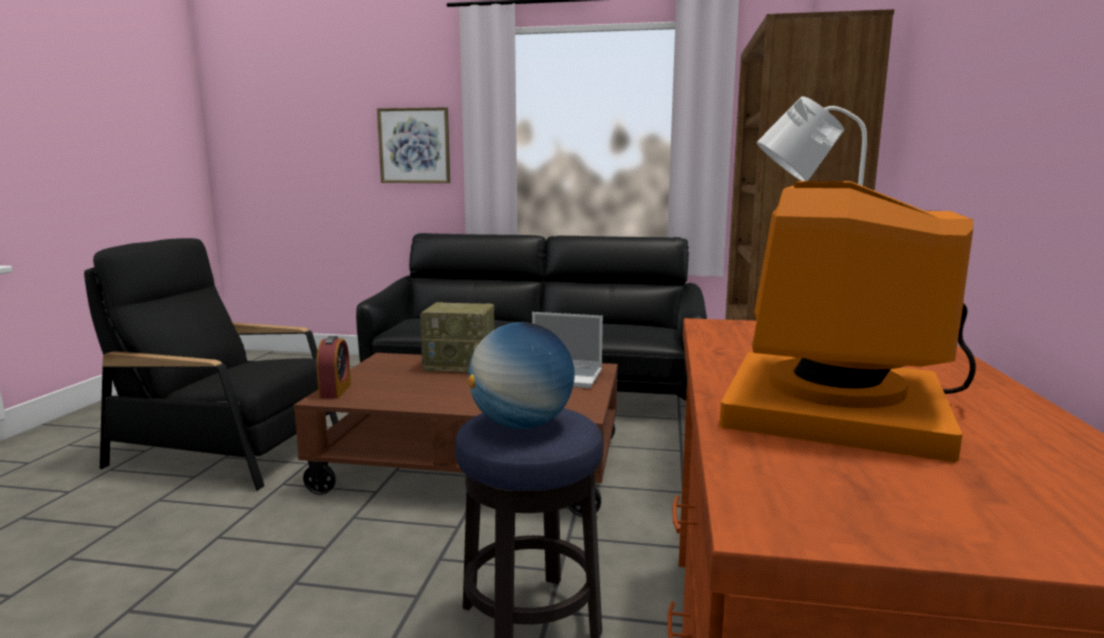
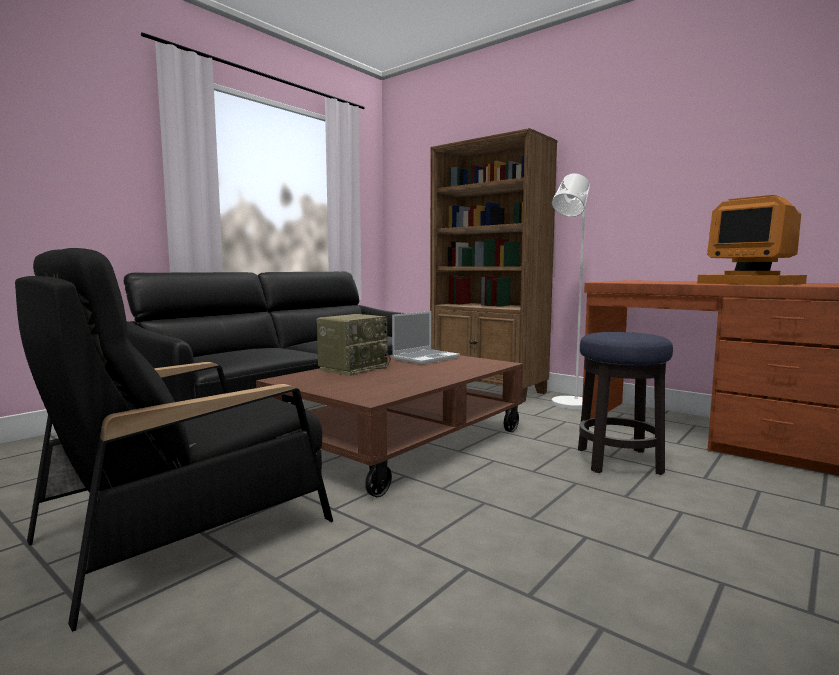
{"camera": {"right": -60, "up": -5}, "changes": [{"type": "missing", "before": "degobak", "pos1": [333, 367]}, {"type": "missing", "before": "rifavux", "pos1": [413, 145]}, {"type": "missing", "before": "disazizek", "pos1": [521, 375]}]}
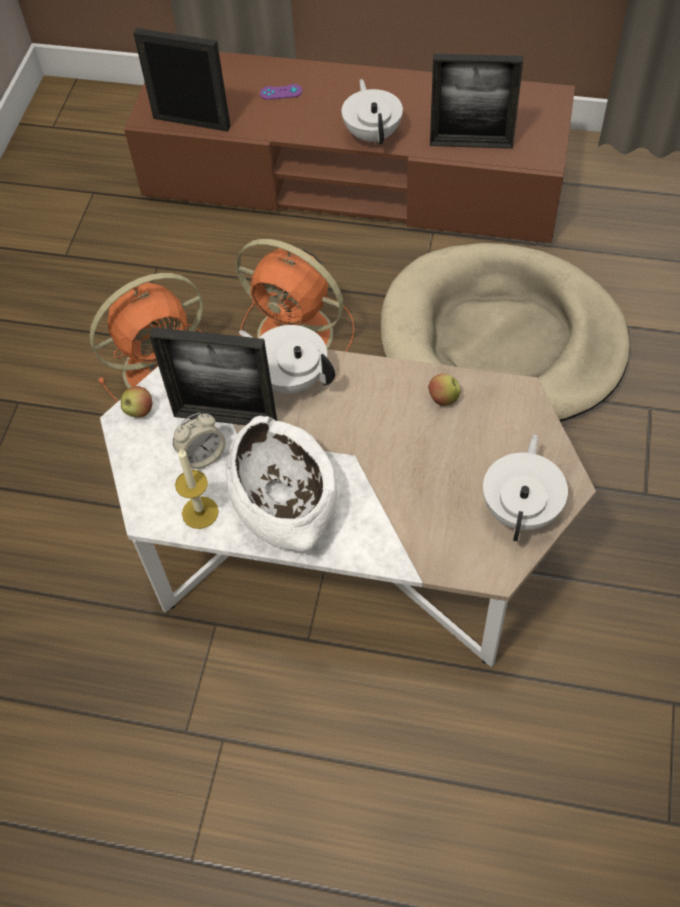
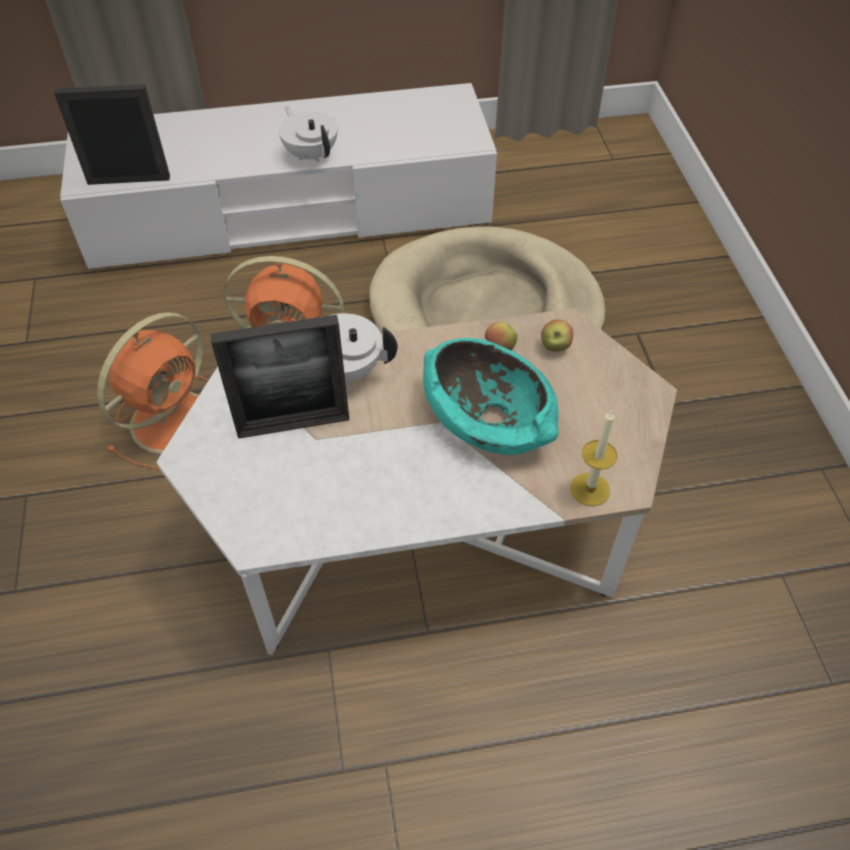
{"camera": {"right": -25, "up": -5}, "changes": [{"type": "missing", "before": "degobak", "pos1": [199, 441]}, {"type": "missing", "before": "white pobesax", "pos1": [281, 483]}, {"type": "missing", "before": "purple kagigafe", "pos1": [281, 92]}, {"type": "missing", "before": "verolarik", "pos1": [476, 101]}, {"type": "missing", "before": "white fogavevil", "pos1": [525, 487]}, {"type": "appeared", "after": "turquoise pobesax", "pos2": [491, 396]}, {"type": "relocated", "before": "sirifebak", "pos1": [136, 402], "pos2": [557, 335]}, {"type": "relocated", "before": "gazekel", "pos1": [197, 488], "pos2": [593, 458]}, {"type": "colour", "before": "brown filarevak", "after": "white filarevak", "pos1": [349, 147], "pos2": [278, 176]}]}
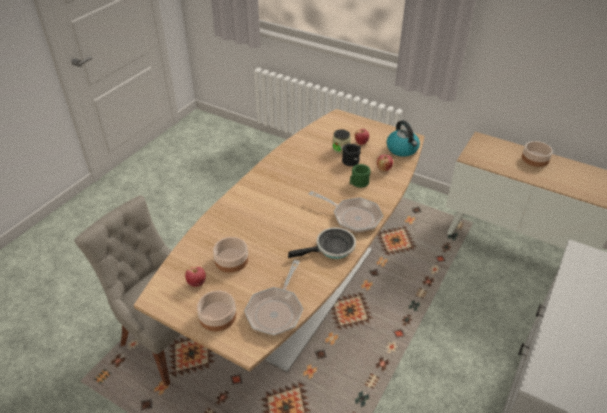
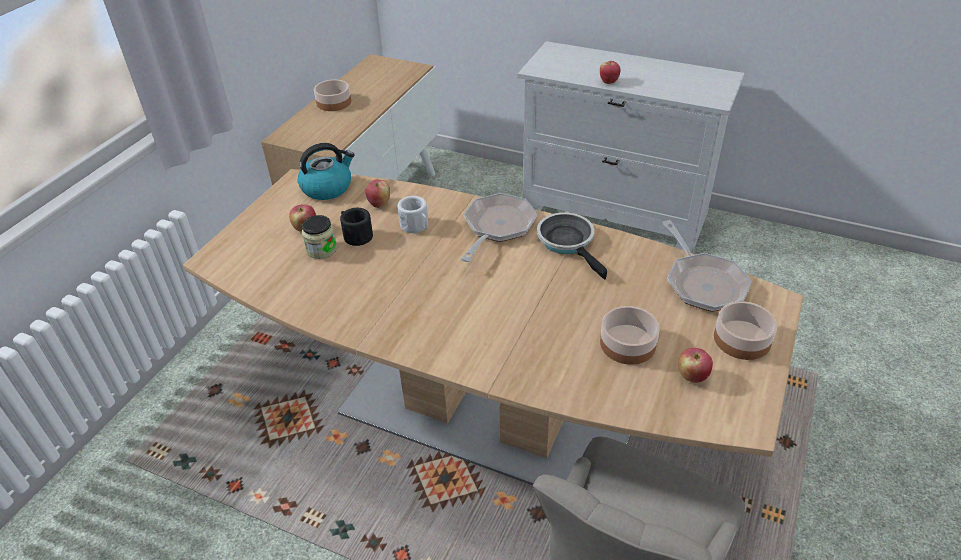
{"camera": {"right": -95, "up": 0}, "changes": [{"type": "appeared", "after": "sirifebak", "pos2": [610, 72]}, {"type": "colour", "before": "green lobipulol", "after": "white lobipulol", "pos1": [360, 176], "pos2": [412, 214]}, {"type": "spun", "before": "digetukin", "pos1": [273, 298], "pos2": [707, 266], "turn": 60}]}
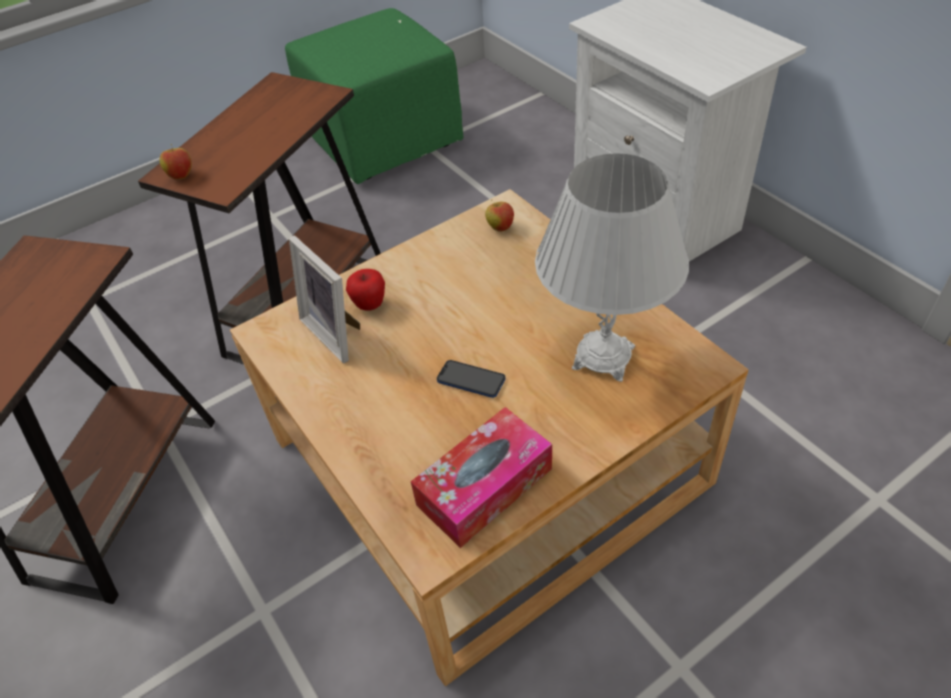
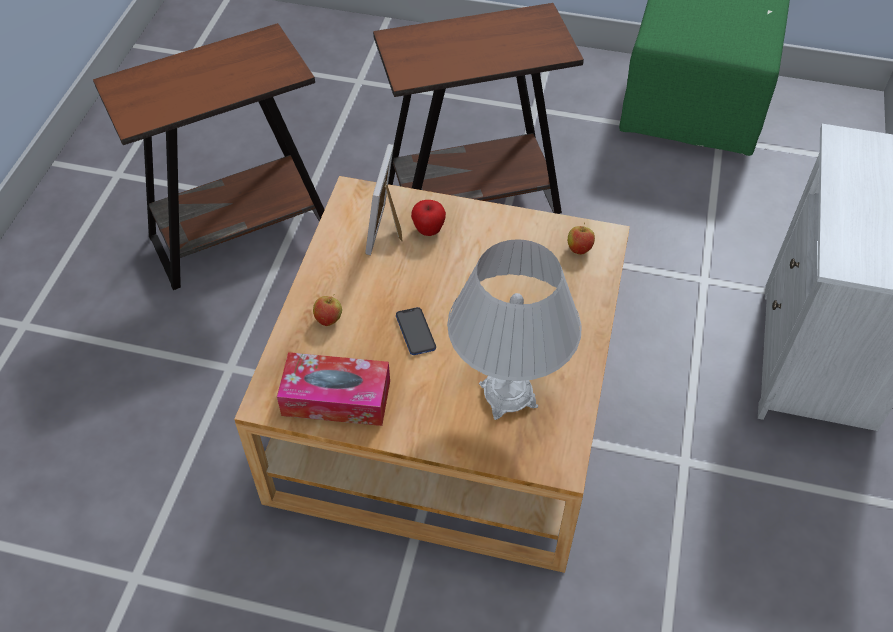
{"camera": {"right": 45, "up": 5}, "changes": [{"type": "relocated", "before": "sirifebak", "pos1": [176, 162], "pos2": [327, 310]}]}
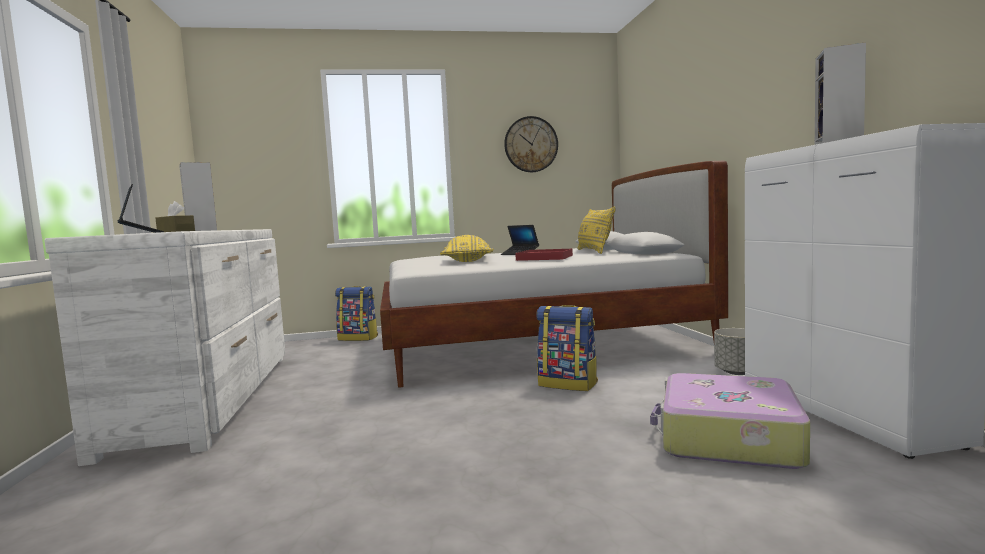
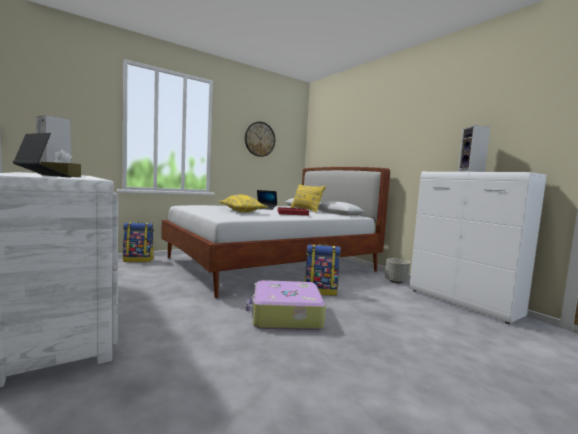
{"camera": {"right": -25, "up": 0}, "changes": [{"type": "relocated", "before": "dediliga", "pos1": [730, 421], "pos2": [286, 305]}]}
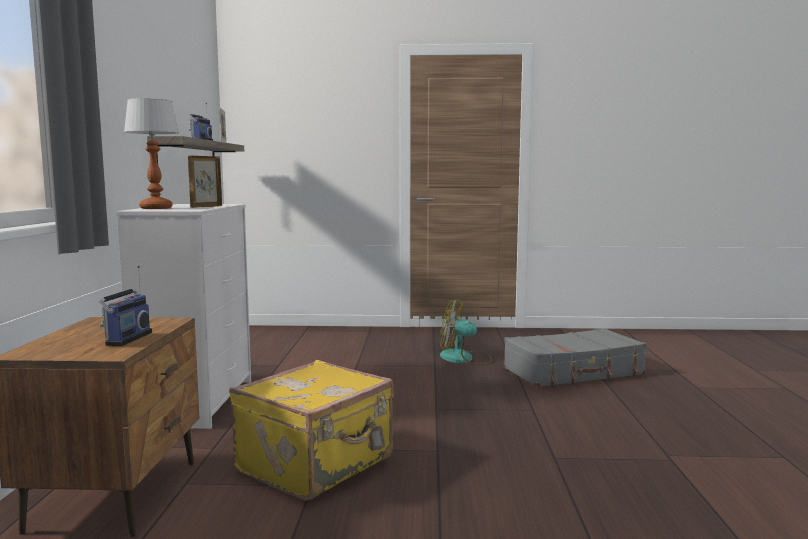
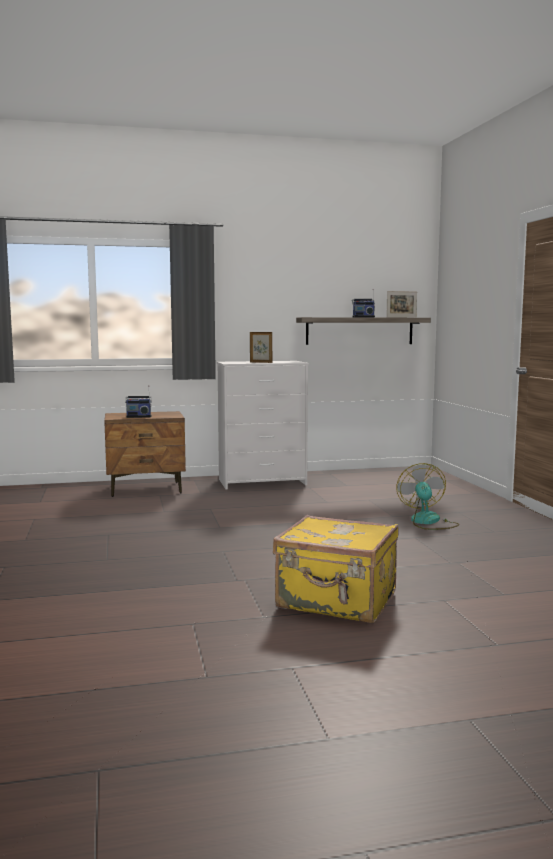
{"camera": {"right": 75, "up": 0}, "changes": [{"type": "missing", "before": "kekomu", "pos1": [151, 153]}, {"type": "missing", "before": "grey dediliga", "pos1": [575, 357]}, {"type": "relocated", "before": "yellow dediliga", "pos1": [311, 430], "pos2": [336, 569]}]}
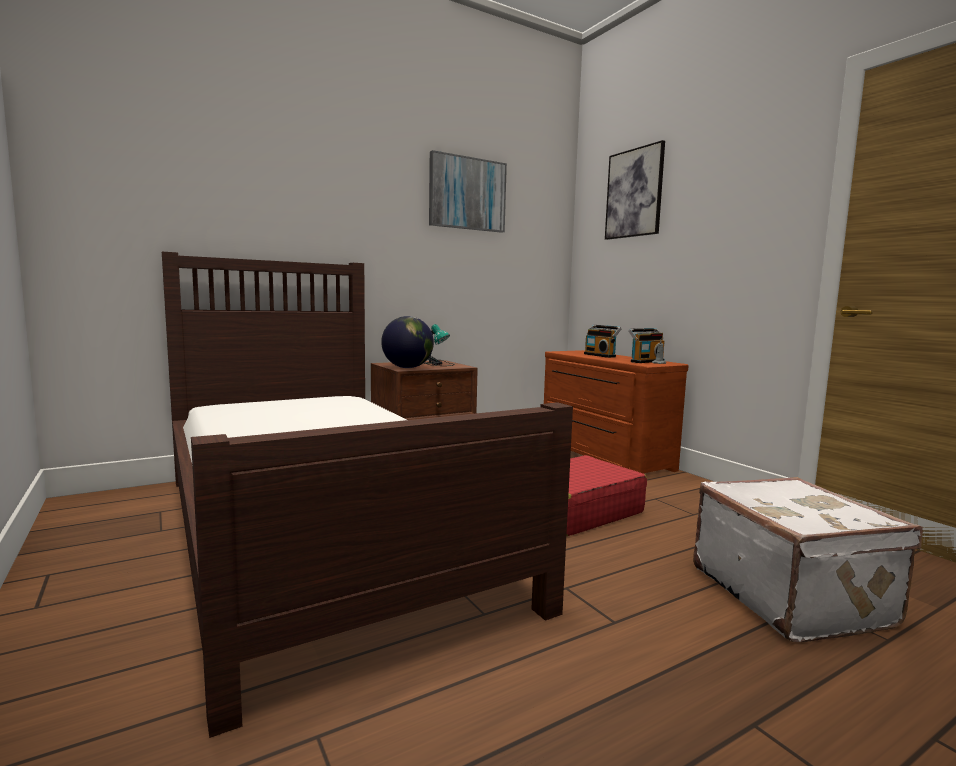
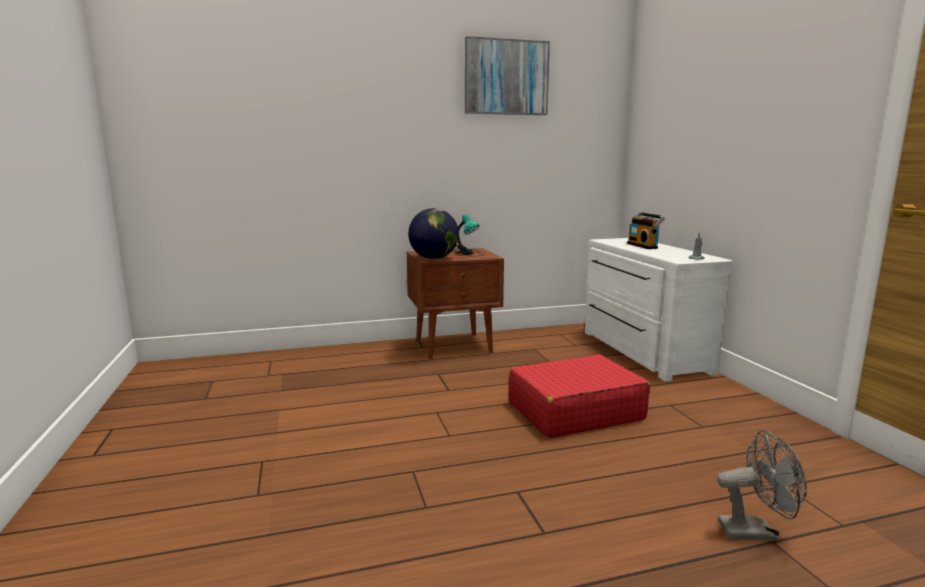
{"camera": {"right": 15, "up": 5}, "changes": [{"type": "missing", "before": "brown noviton", "pos1": [367, 495]}, {"type": "missing", "before": "rifavux", "pos1": [635, 190]}, {"type": "missing", "before": "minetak", "pos1": [646, 345]}, {"type": "exchanged", "before": "white dediliga", "after": "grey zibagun", "pos1": [808, 559], "pos2": [762, 485]}, {"type": "colour", "before": "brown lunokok", "after": "white lunokok", "pos1": [616, 412], "pos2": [658, 309]}]}
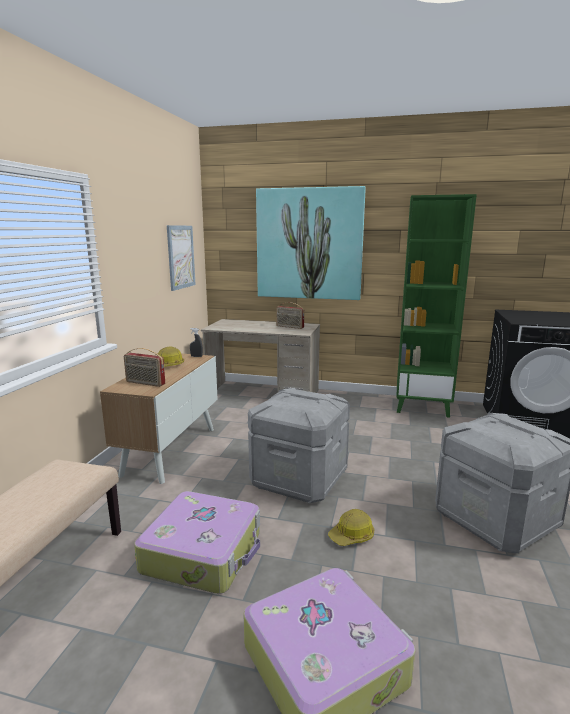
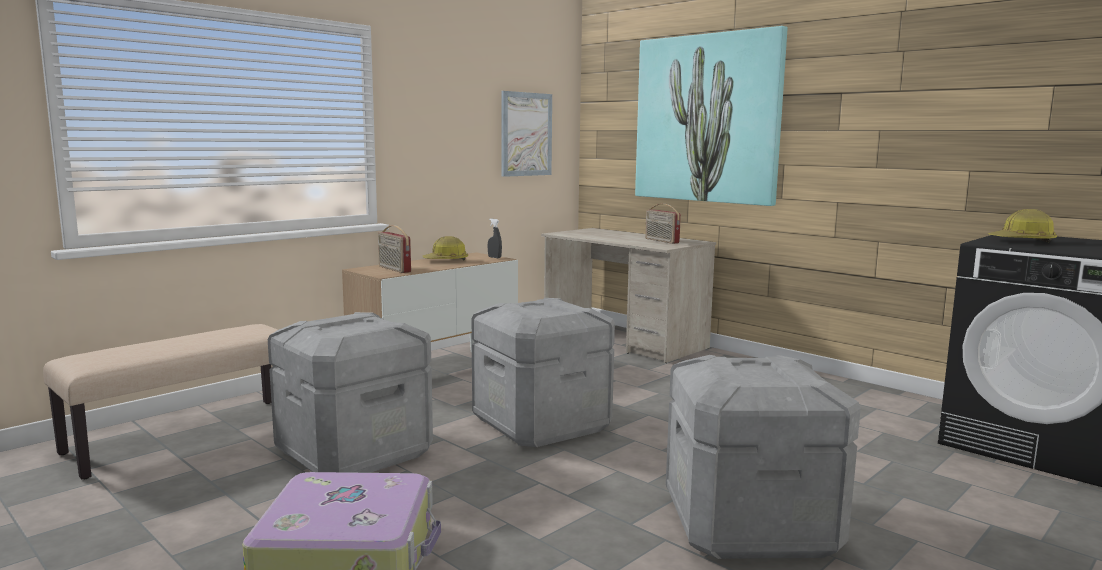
{"camera": {"right": 30, "up": -5}, "changes": [{"type": "missing", "before": "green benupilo", "pos1": [436, 306]}, {"type": "relocated", "before": "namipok", "pos1": [351, 527], "pos2": [1022, 225]}, {"type": "exchanged", "before": "dediliga", "after": "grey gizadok", "pos1": [197, 542], "pos2": [350, 392]}]}
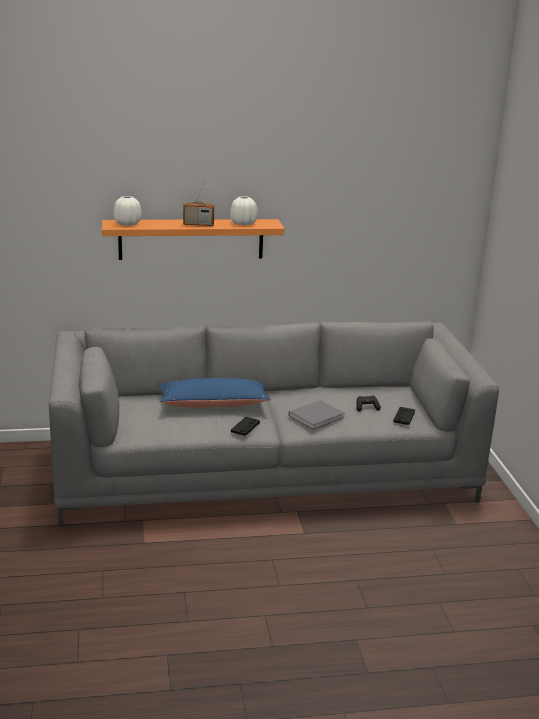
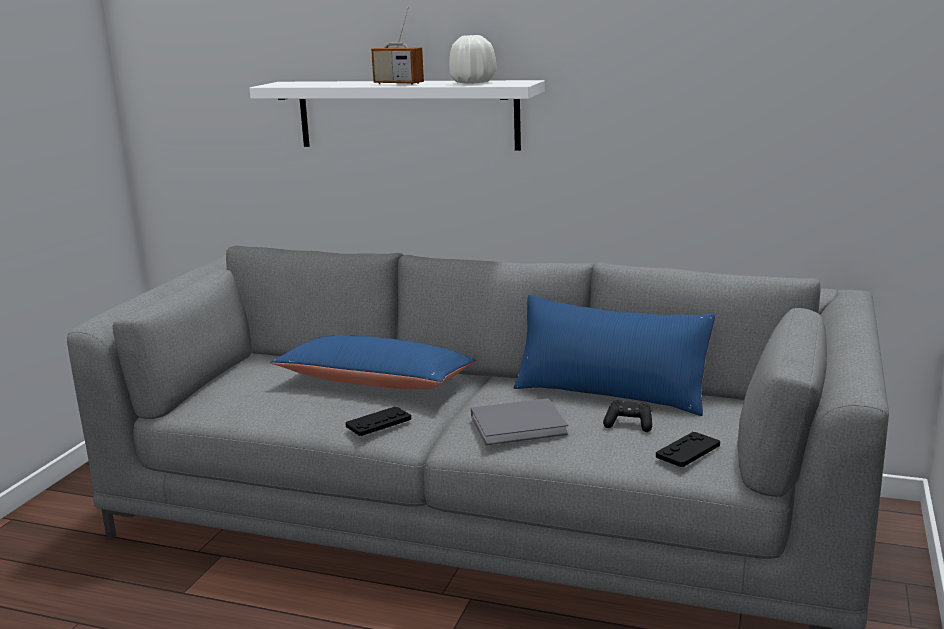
{"camera": {"right": 30, "up": -5}, "changes": [{"type": "missing", "before": "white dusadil", "pos1": [127, 211]}, {"type": "appeared", "after": "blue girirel", "pos2": [614, 355]}, {"type": "colour", "before": "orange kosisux", "after": "white kosisux", "pos1": [193, 239], "pos2": [397, 115]}]}
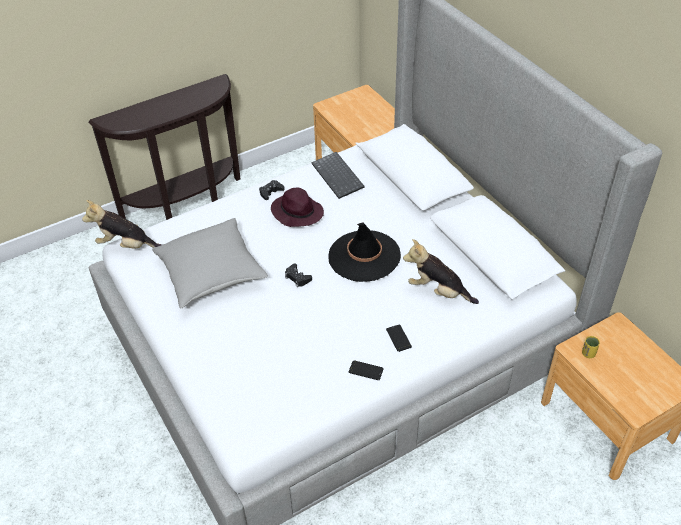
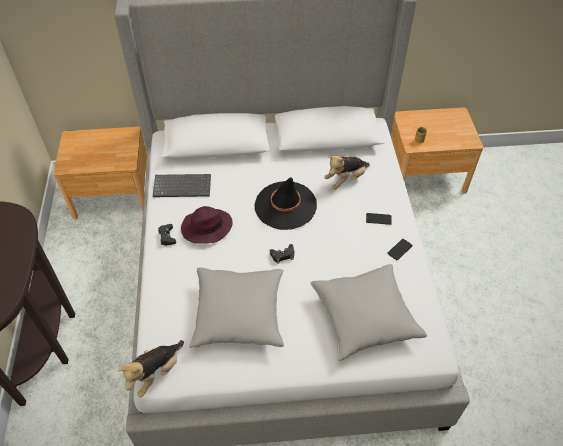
{"camera": {"right": -65, "up": 5}, "changes": [{"type": "appeared", "after": "grey girirel", "pos2": [368, 312]}]}
